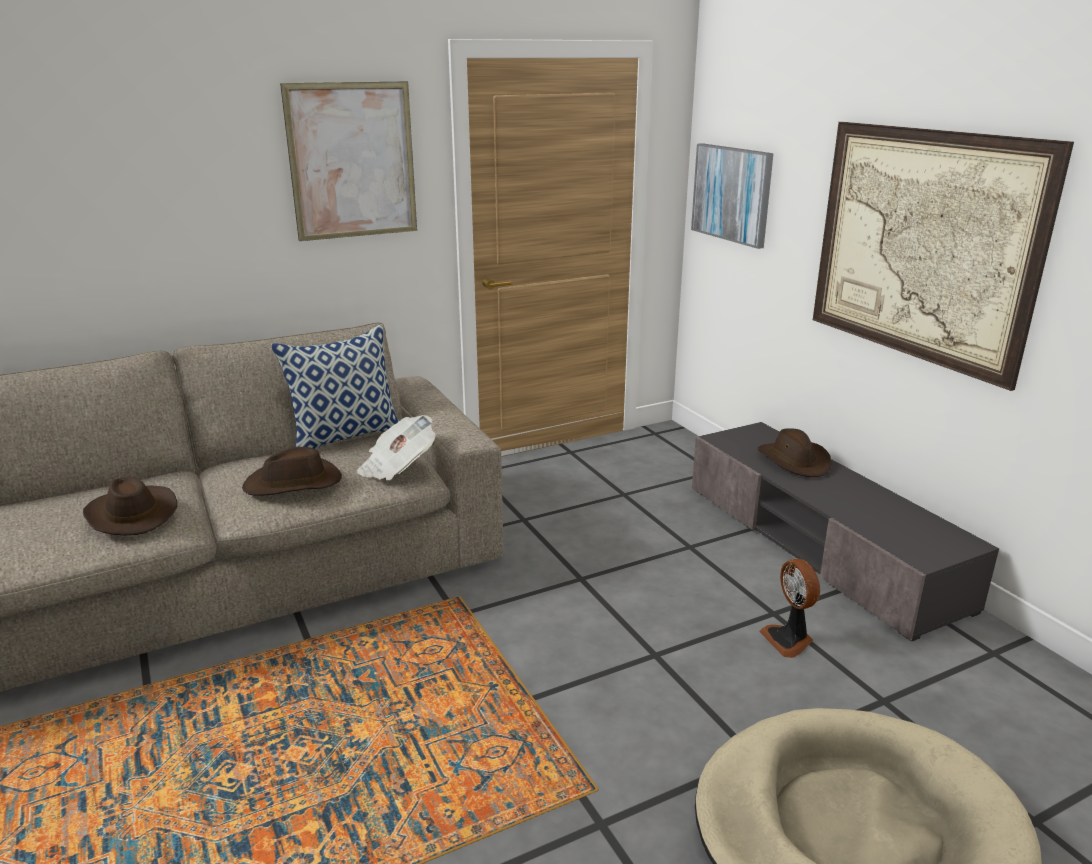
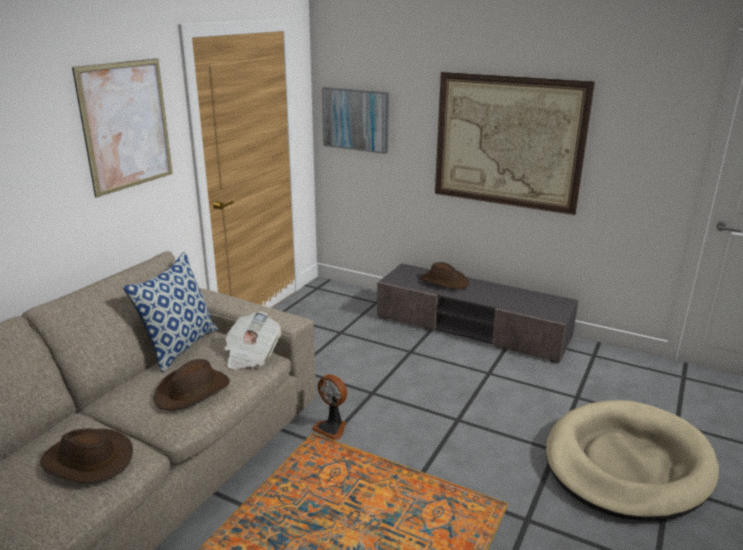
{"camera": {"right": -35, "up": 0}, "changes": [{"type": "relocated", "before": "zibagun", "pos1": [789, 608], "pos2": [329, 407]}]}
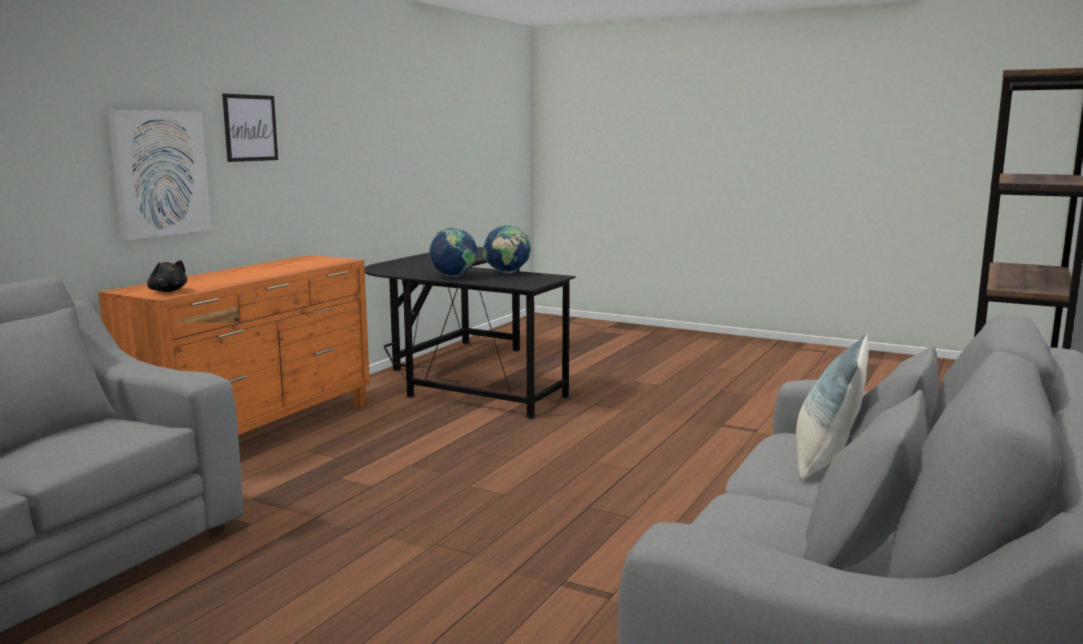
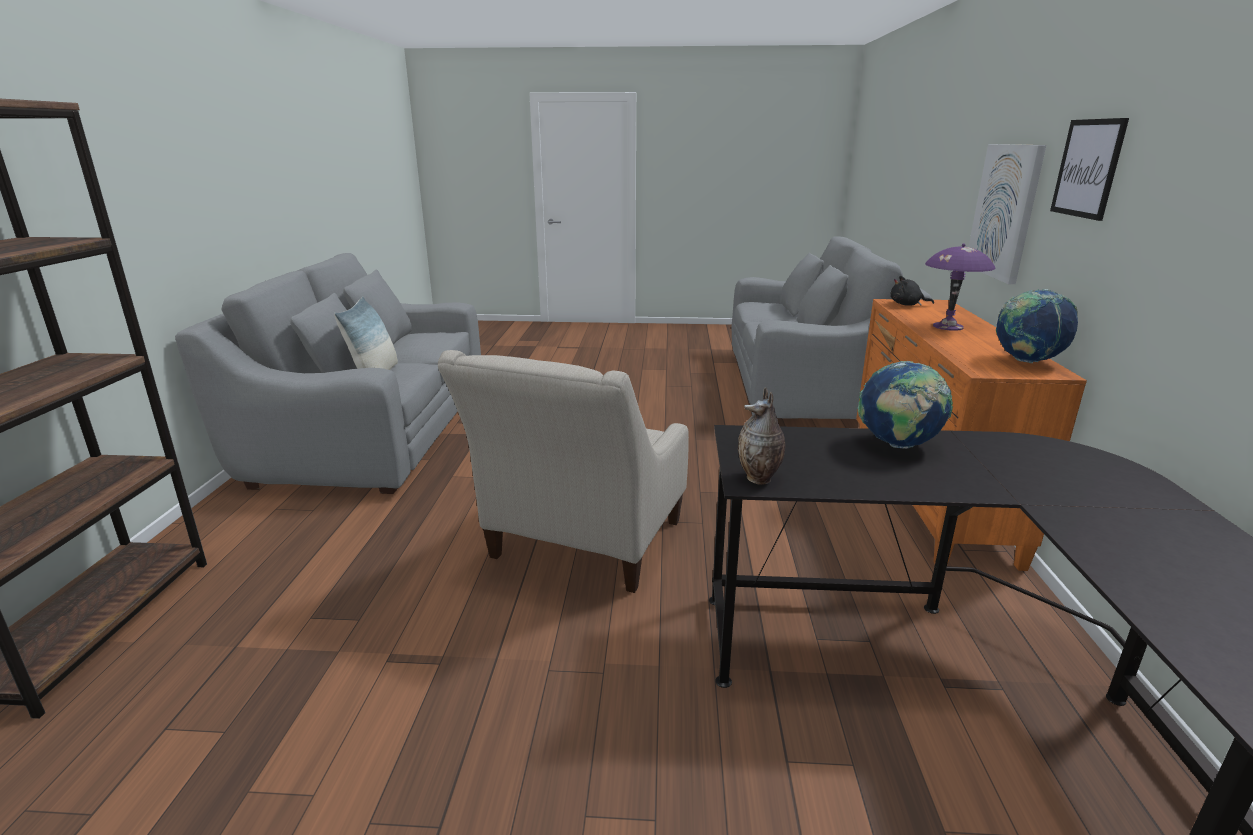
{"camera": {"right": 155, "up": 10}, "changes": [{"type": "appeared", "after": "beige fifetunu", "pos2": [563, 471]}, {"type": "appeared", "after": "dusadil", "pos2": [762, 436]}, {"type": "appeared", "after": "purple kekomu", "pos2": [960, 287]}, {"type": "relocated", "before": "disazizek", "pos1": [507, 249], "pos2": [1037, 326]}]}
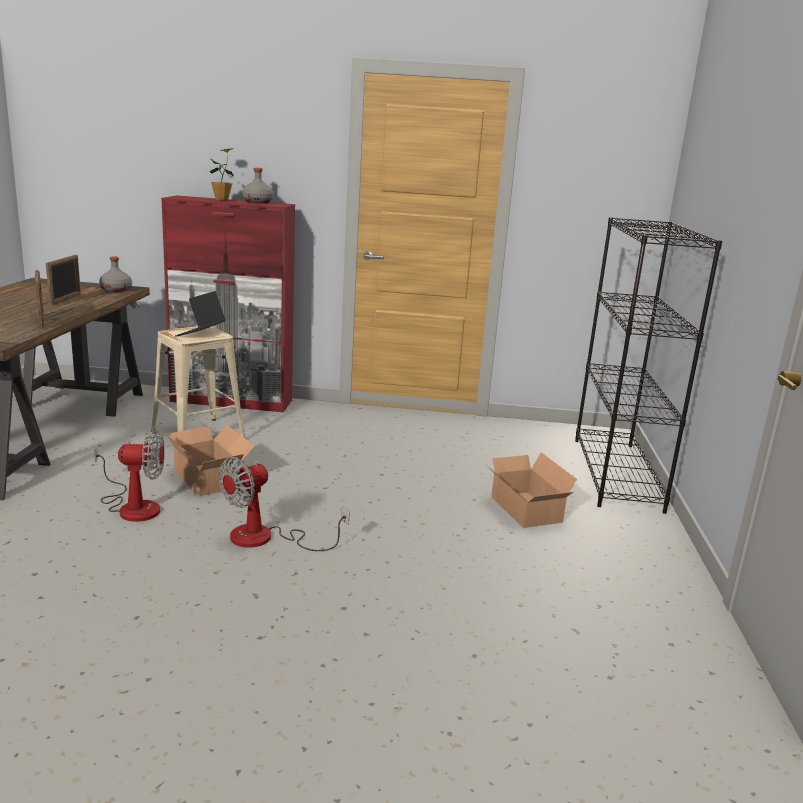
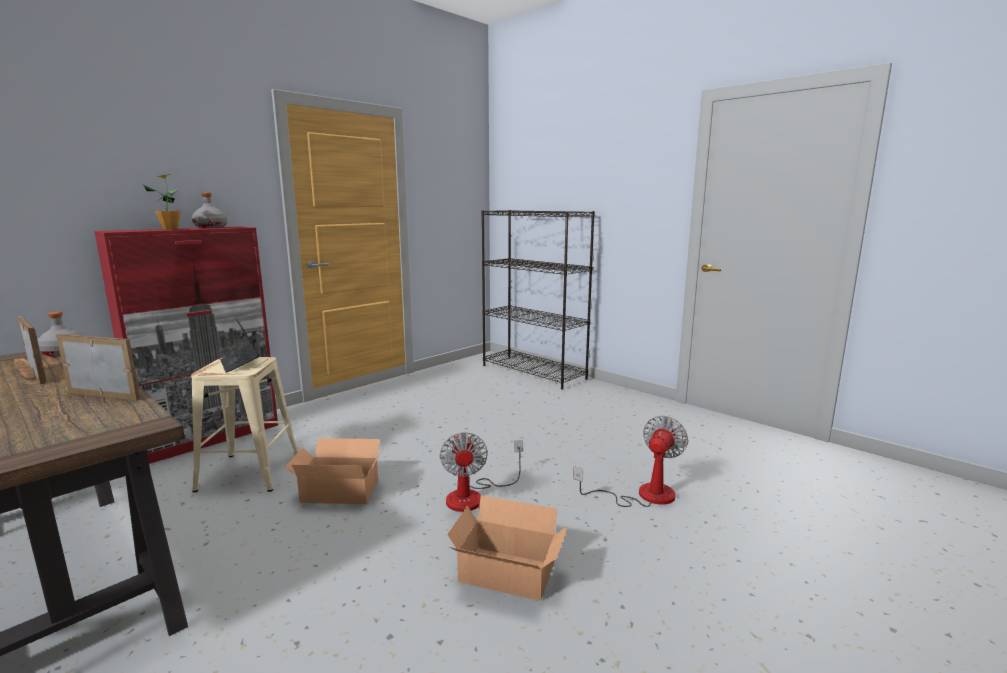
{"camera": {"right": -50, "up": -5}, "changes": [{"type": "relocated", "before": "zibagun", "pos1": [129, 476], "pos2": [630, 461]}, {"type": "relocated", "before": "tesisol", "pos1": [530, 490], "pos2": [507, 548]}]}
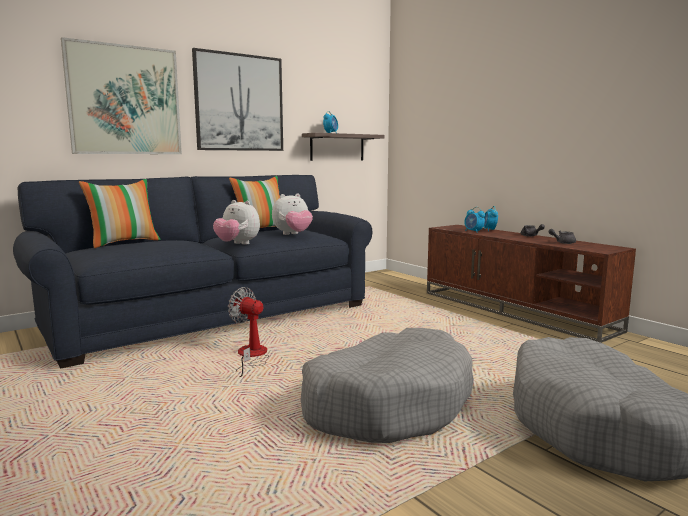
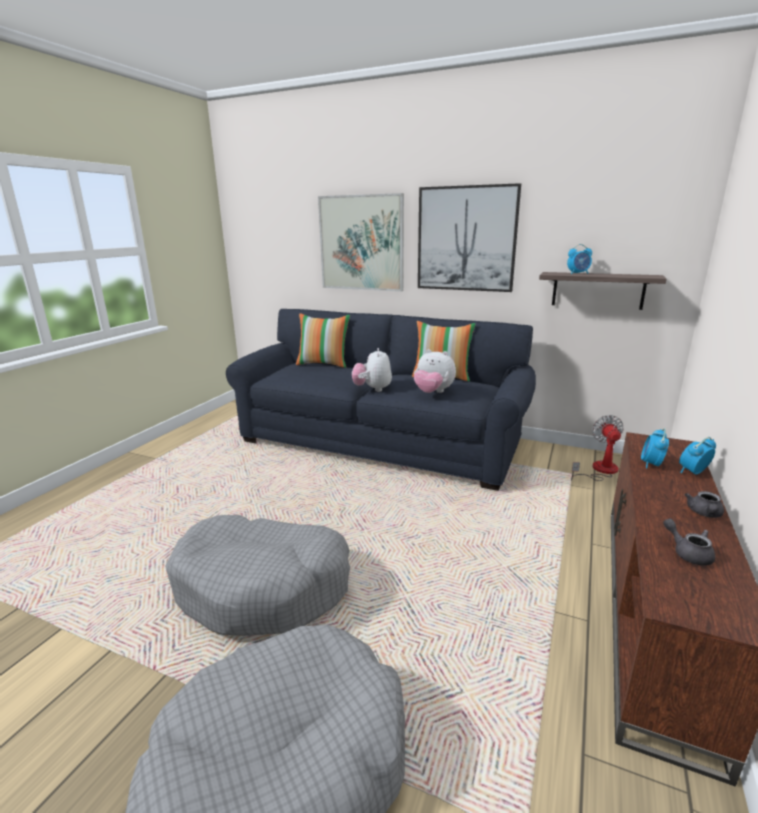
{"camera": {"right": 60, "up": 10}, "changes": [{"type": "relocated", "before": "zibagun", "pos1": [248, 332], "pos2": [597, 448]}]}
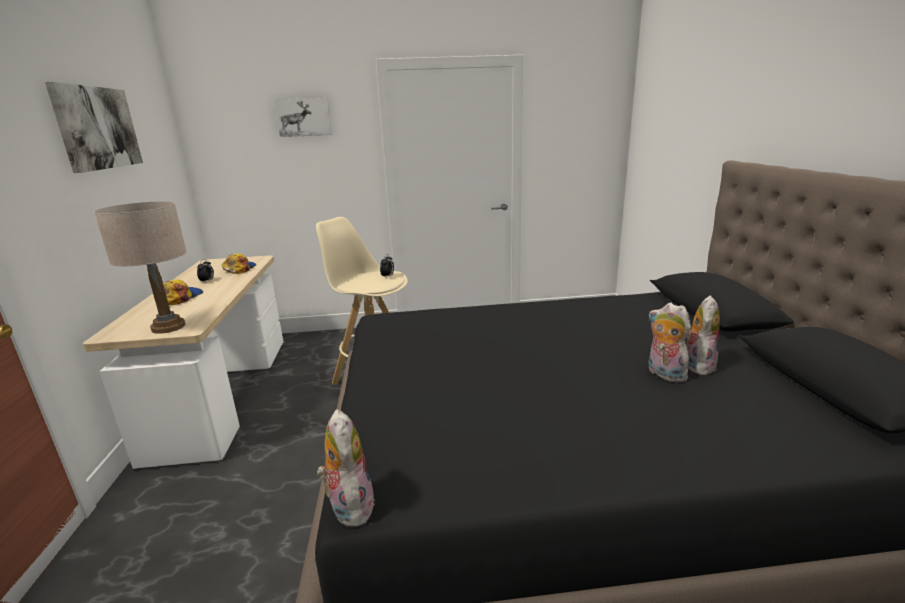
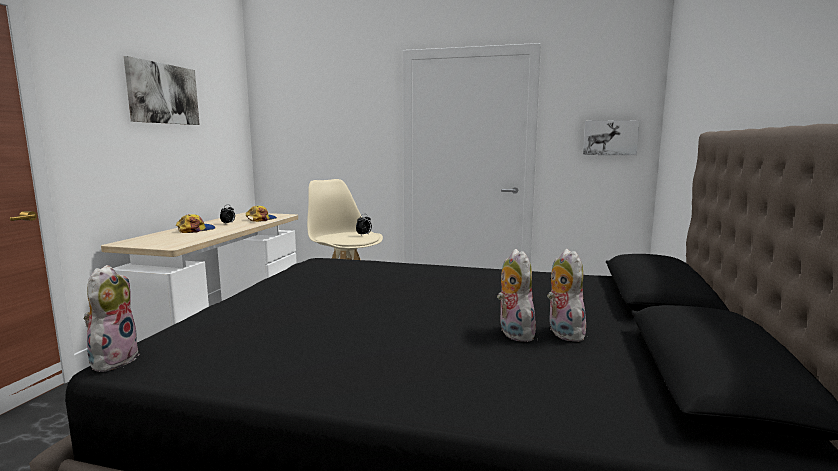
{"camera": {"right": 20, "up": -10}, "changes": [{"type": "missing", "before": "beige kekomu", "pos1": [140, 267]}, {"type": "relocated", "before": "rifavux", "pos1": [303, 117], "pos2": [611, 137]}, {"type": "spun", "before": "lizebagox", "pos1": [703, 335], "pos2": [566, 295], "turn": -60}]}
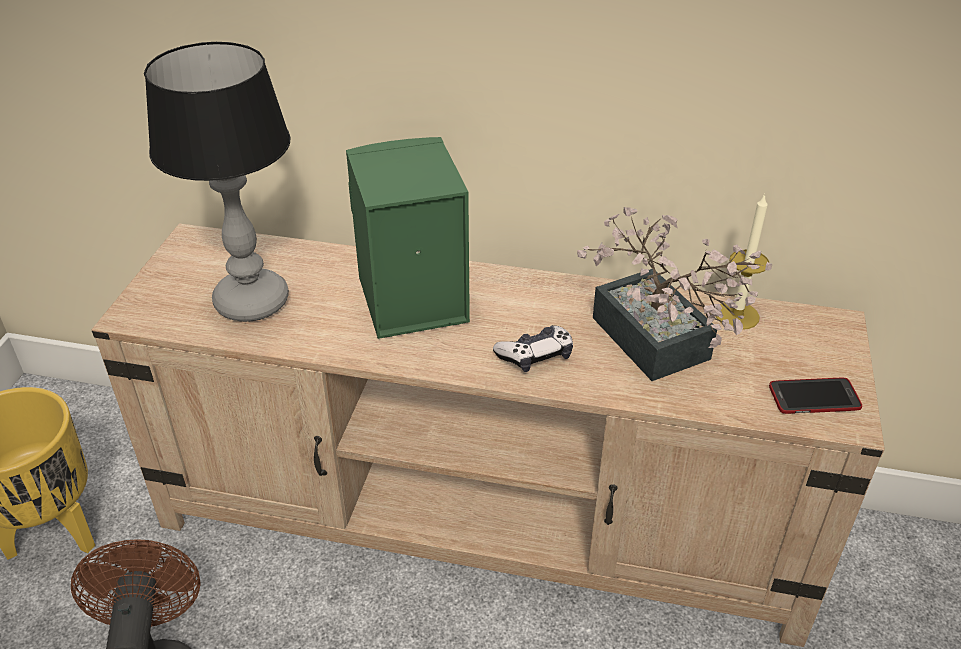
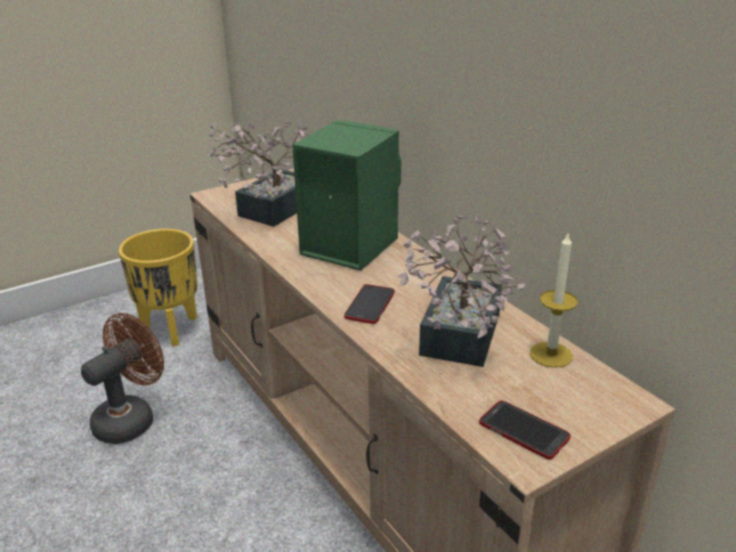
{"camera": {"right": 45, "up": -10}, "changes": [{"type": "exchanged", "before": "kekomu", "after": "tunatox", "pos1": [217, 182], "pos2": [258, 174]}, {"type": "exchanged", "before": "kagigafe", "after": "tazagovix", "pos1": [533, 348], "pos2": [369, 304]}]}
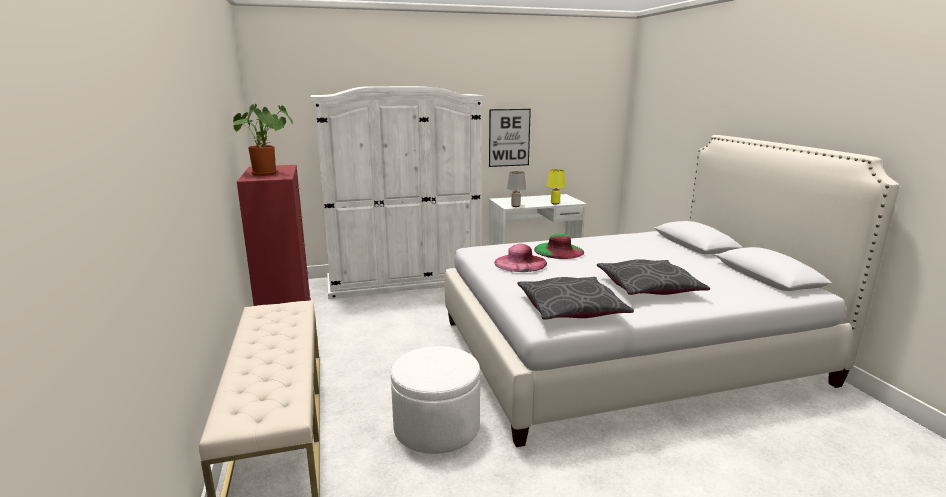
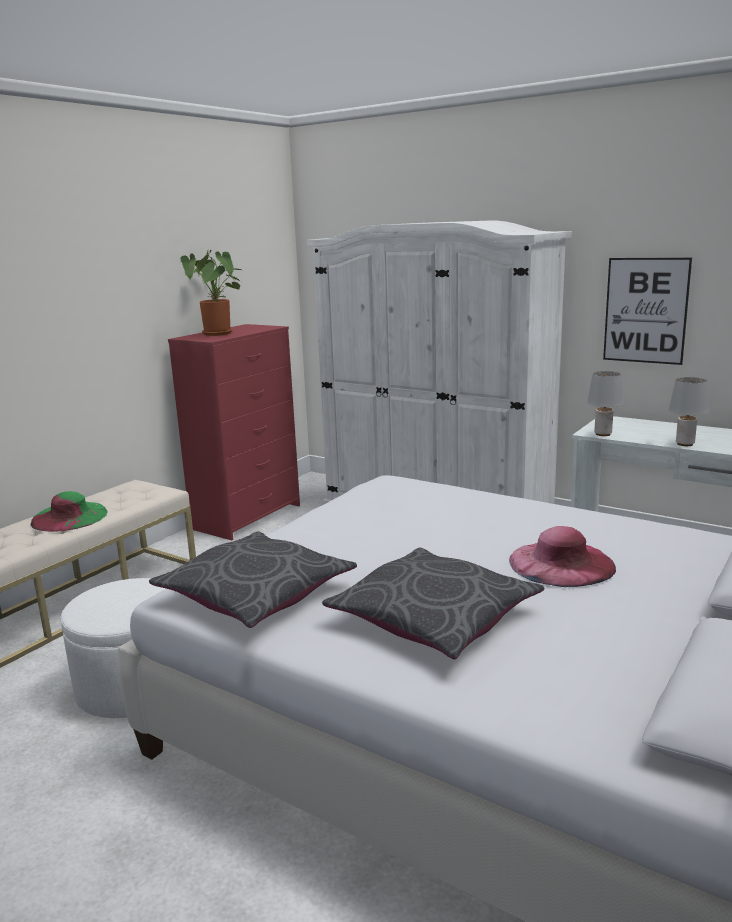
{"camera": {"right": 50, "up": 0}, "changes": [{"type": "relocated", "before": "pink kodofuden", "pos1": [520, 258], "pos2": [562, 556]}, {"type": "relocated", "before": "green kodofuden", "pos1": [559, 246], "pos2": [69, 511]}, {"type": "colour", "before": "yellow kekomu", "after": "grey kekomu", "pos1": [556, 187], "pos2": [689, 411]}]}
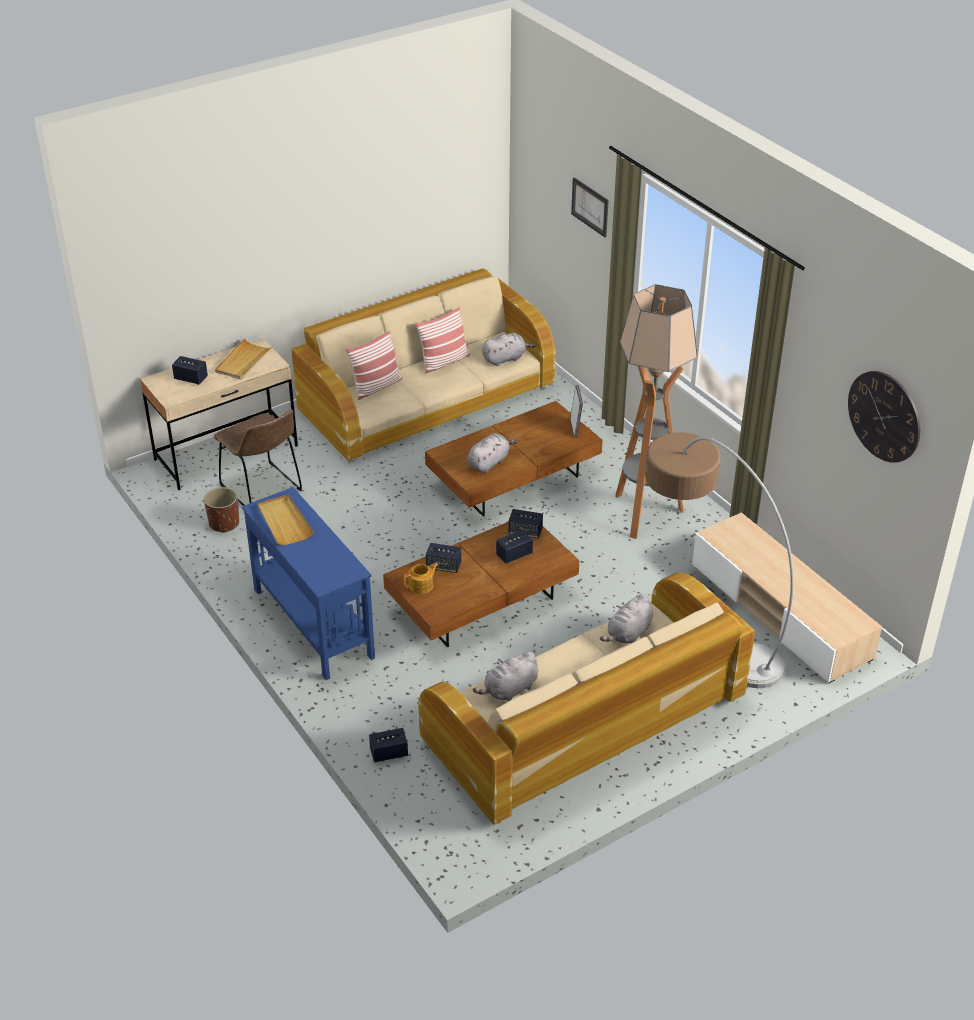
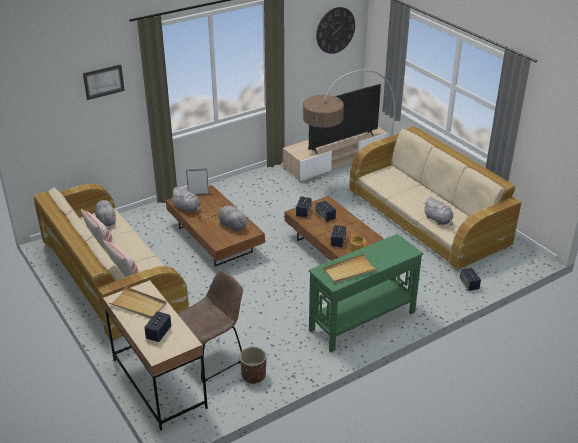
{"camera": {"right": -90, "up": -5}, "changes": [{"type": "missing", "before": "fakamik", "pos1": [656, 411]}, {"type": "appeared", "after": "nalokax", "pos2": [345, 119]}, {"type": "relocated", "before": "grey lizebagox", "pos1": [626, 619], "pos2": [186, 200]}, {"type": "colour", "before": "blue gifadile", "after": "green gifadile", "pos1": [308, 583], "pos2": [366, 293]}]}
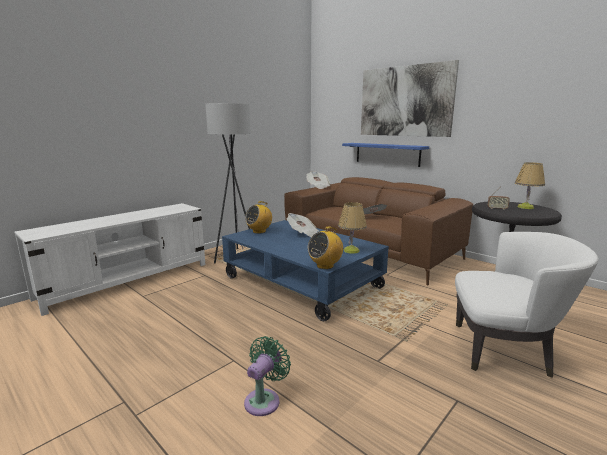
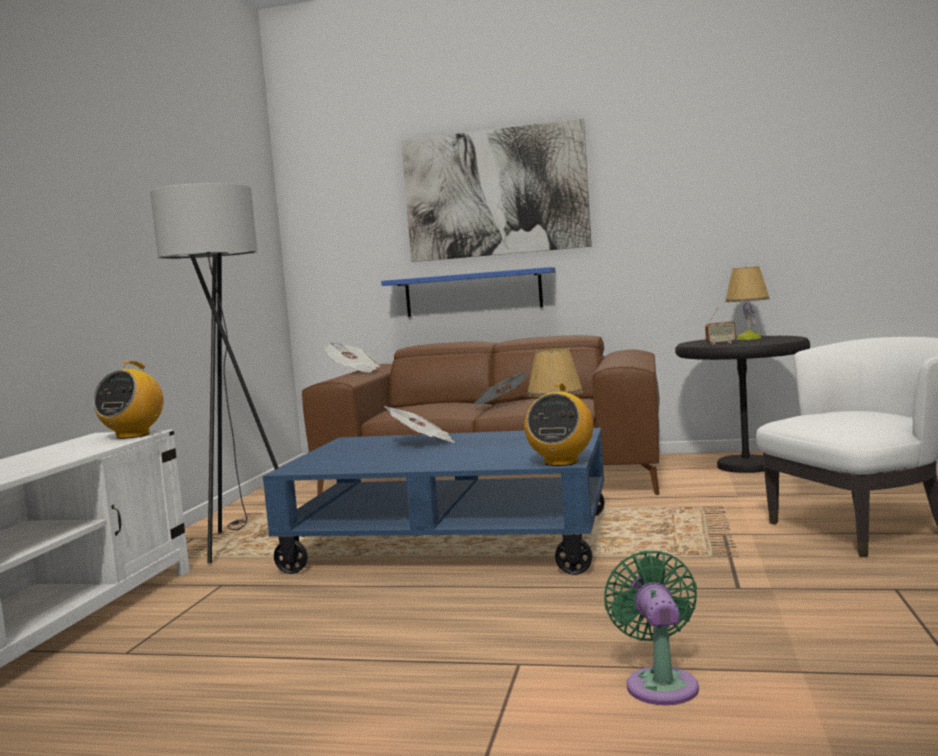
{"camera": {"right": -30, "up": -10}, "changes": [{"type": "relocated", "before": "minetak", "pos1": [258, 217], "pos2": [128, 400]}]}
